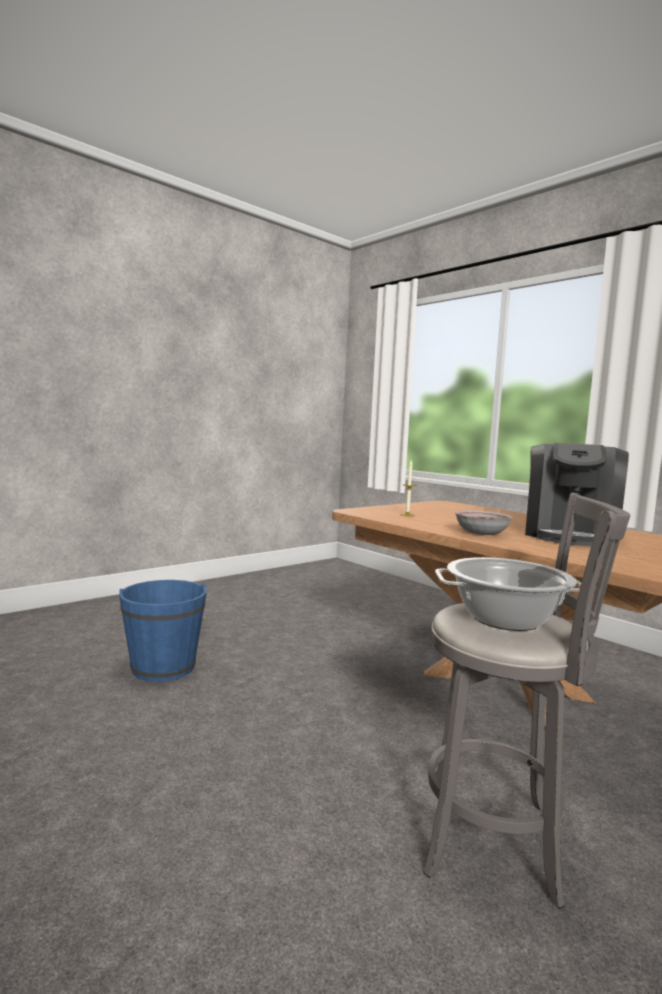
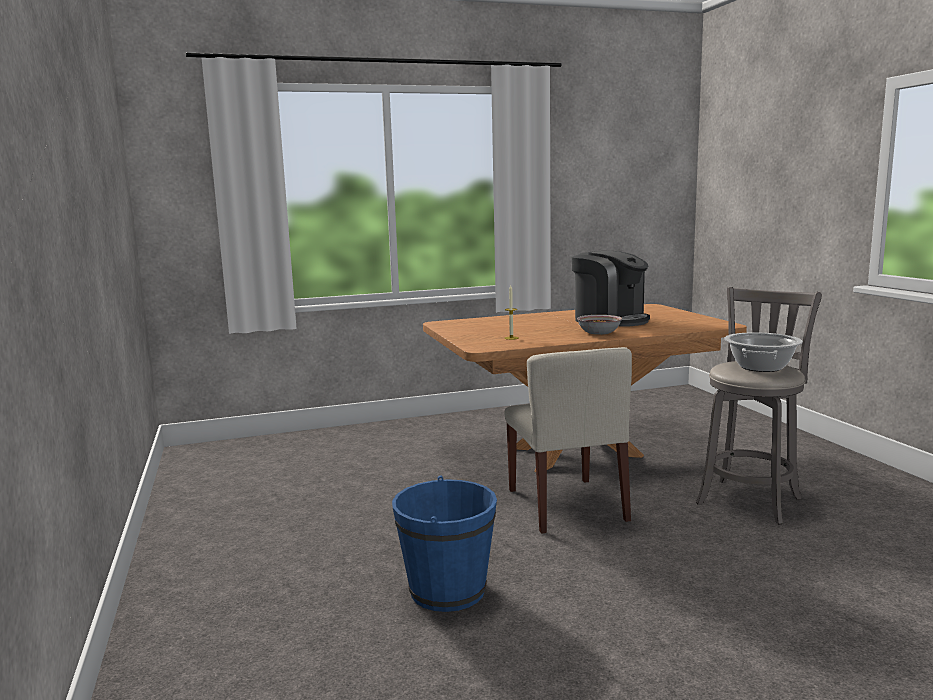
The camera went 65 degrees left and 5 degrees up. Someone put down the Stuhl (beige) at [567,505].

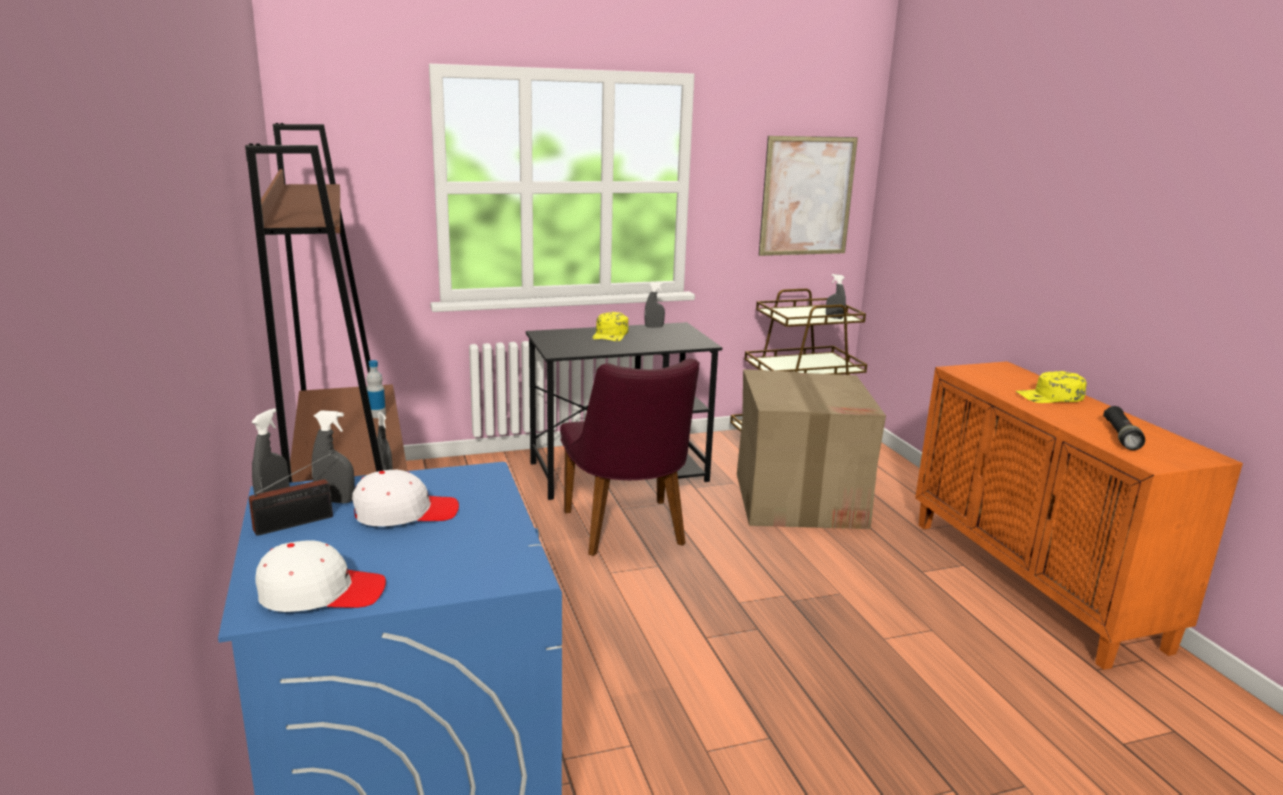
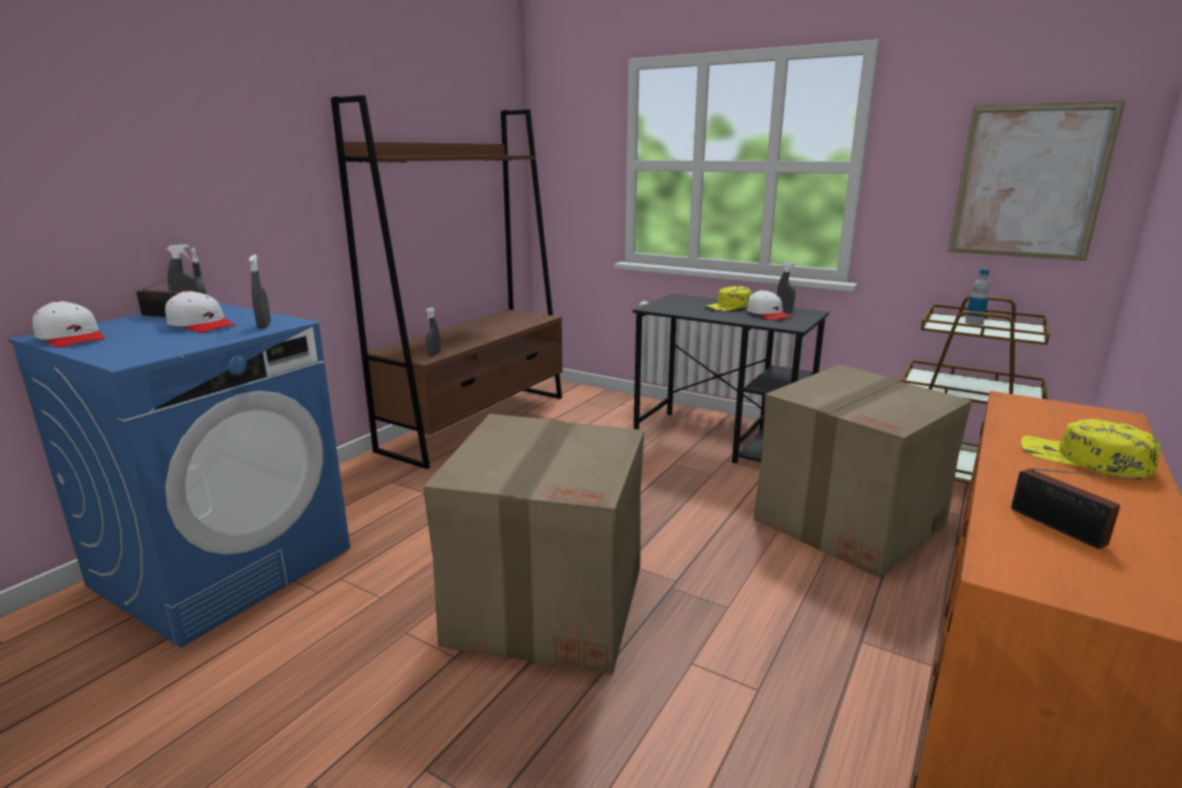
The camera went 50 degrees right and 0 degrees up. Someone carried the Sprühflasche (grau) from [834,318] to [264,326]. Someone took away the Stuhl (lila) at [628,533]. Someone carried the Flasche from [377,415] to [974,323]. Someone swapped the Taschenlampe (schwarz) at [1121,436] for the Radio at [1061,529]. Someone put down the Kappe (weiß) at [768,314]. Someone put down the Karton at [548,602].

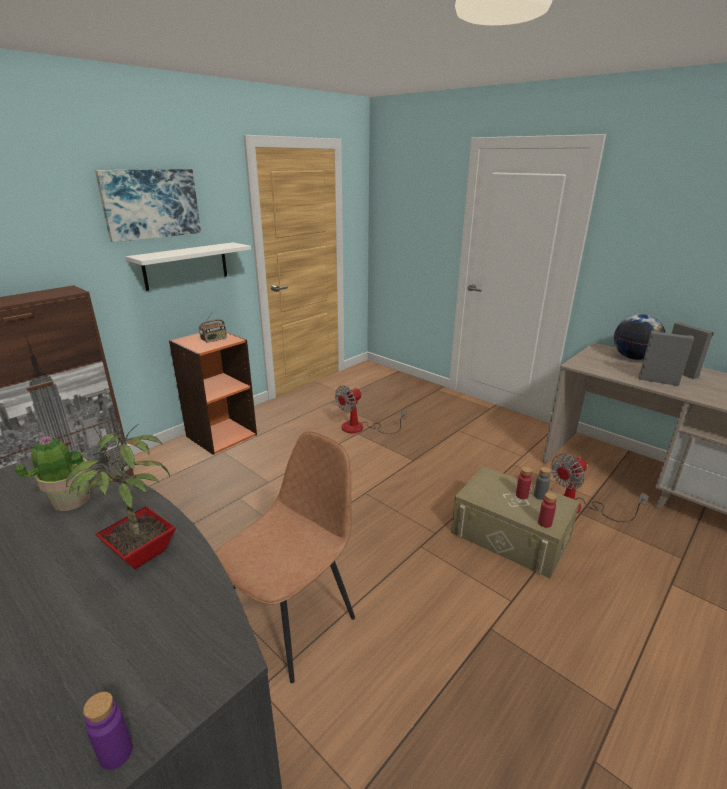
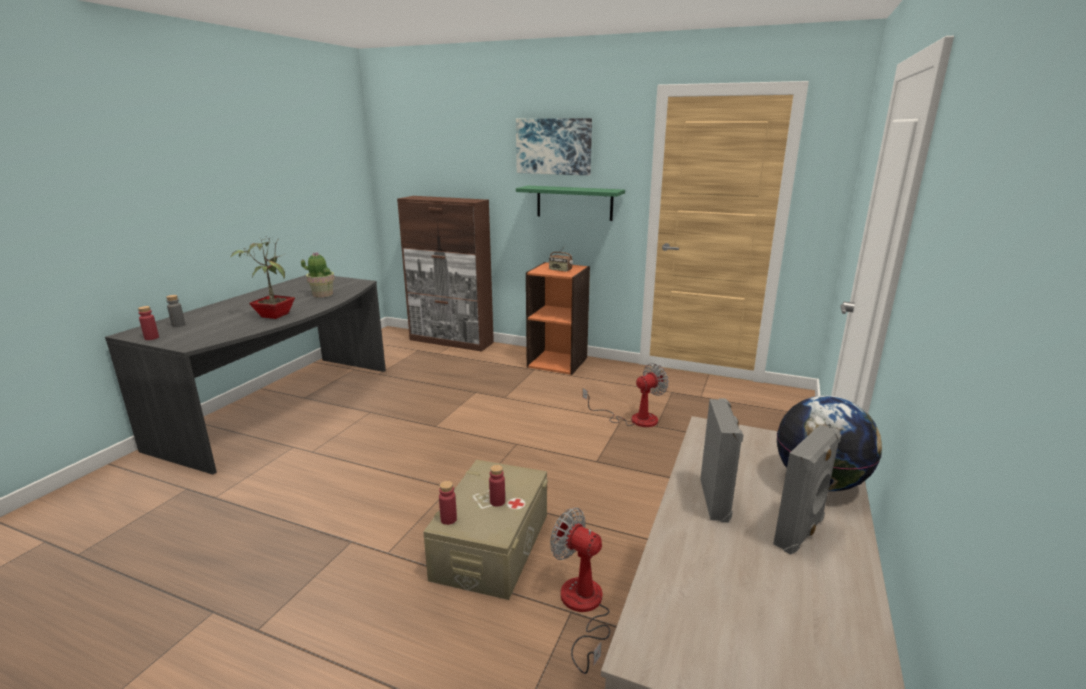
The camera went 70 degrees right and 5 degrees down. Someone repainted the Wandregal (weiß) at [186,266], which became the Wandregal (grün) at [574,203]. Someone rotated the Ventilator at [360,428] by 120 degrees clockwise. Someone took away the Stuhl (braun) at [292,618]. Someone carried the Flasche (grau) from [540,496] to [178,325]. Someone repainted the Flasche (lila) at [116,753], which became the Flasche (rot) at [151,338].

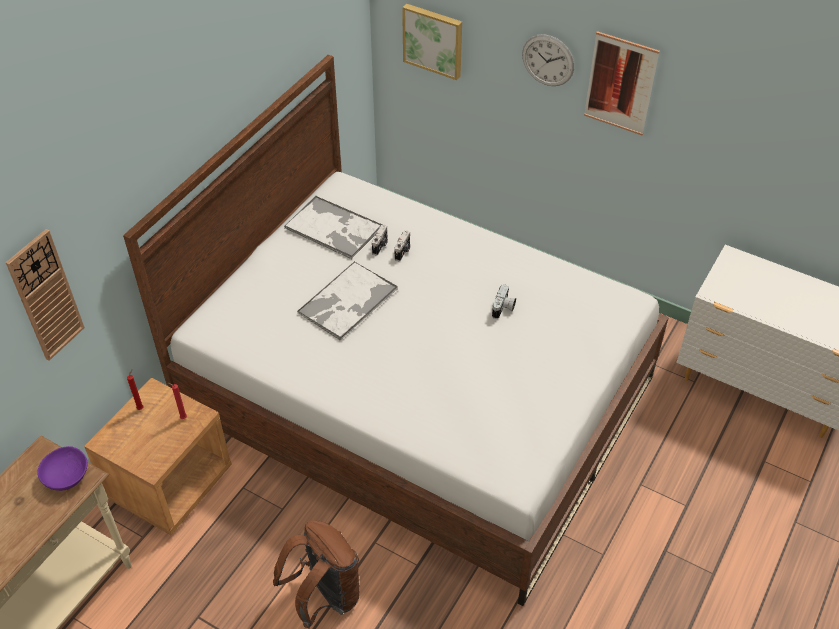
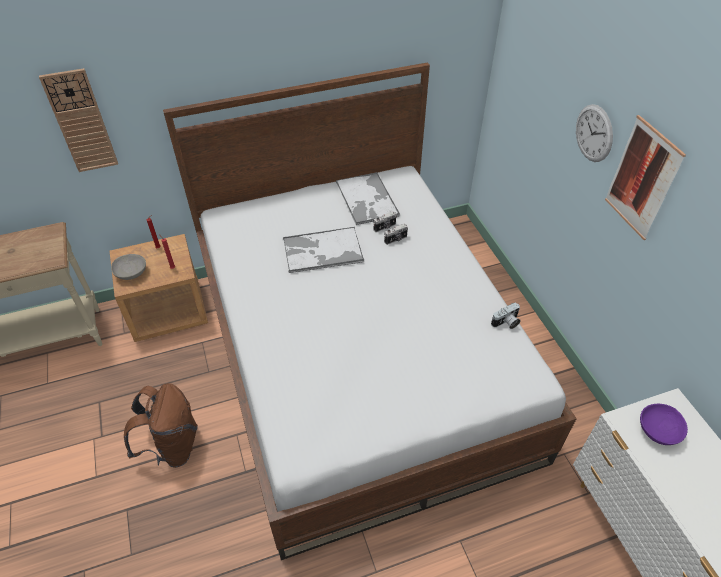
The camera went 40 degrees right and 0 degrees up. Someone took away the Bild at [433,40]. Someone carried the Kamera from [503,308] to [506,323]. Someone carried the Schüssel (lila) from [66,477] to [657,430]. Someone put down the Schüssel (grau) at [131,273].

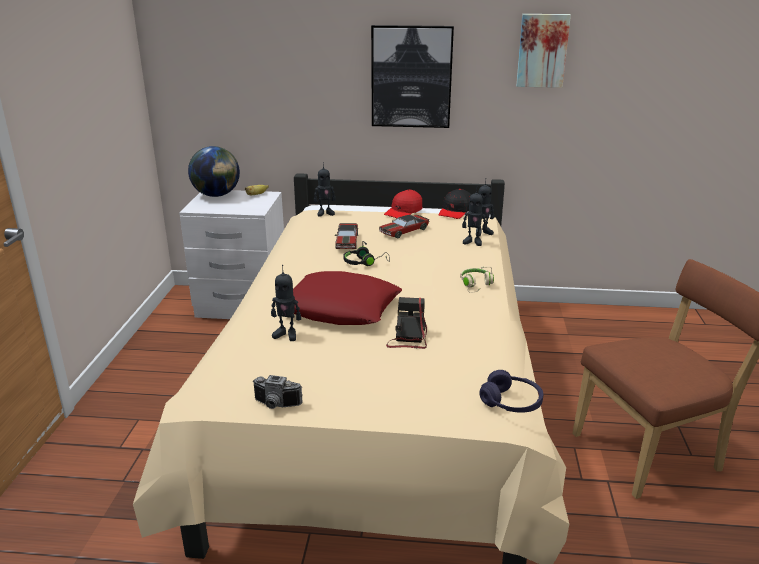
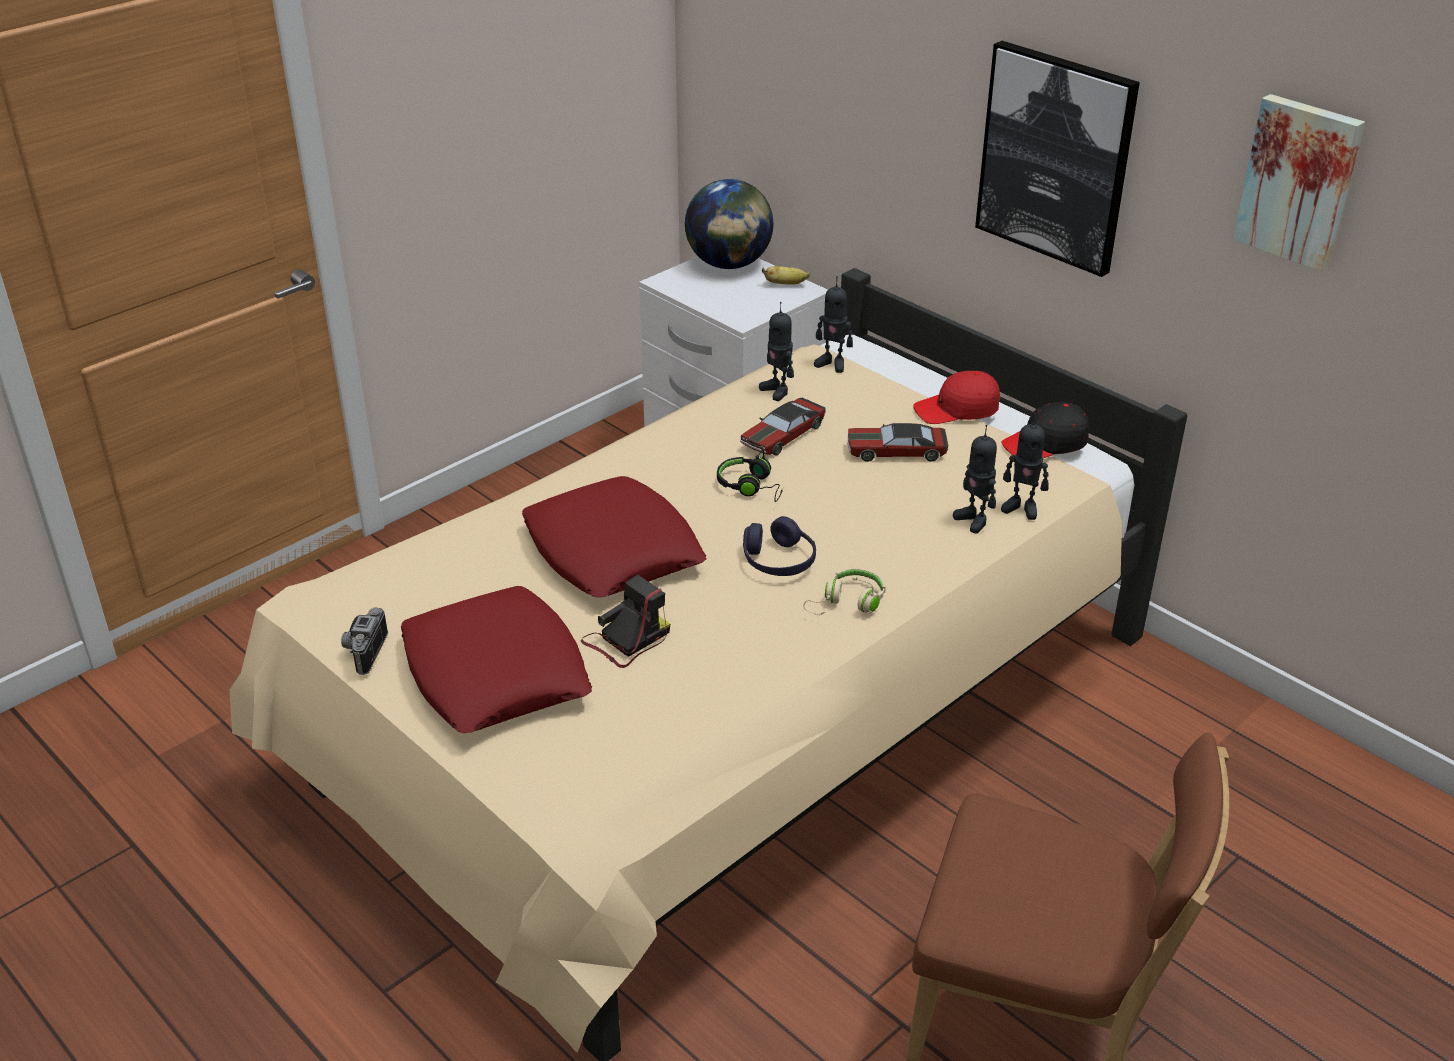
The camera went 40 degrees right and 10 degrees up. Someone carried the Spielzeugroboter from [286,334] to [777,391]. Someone carried the Kopfhörer (lila) from [511,402] to [778,561]. Someone rotated the Kamera at [275,405] by 45 degrees clockwise. Someone put down the Kissen (rot) at [496,673].

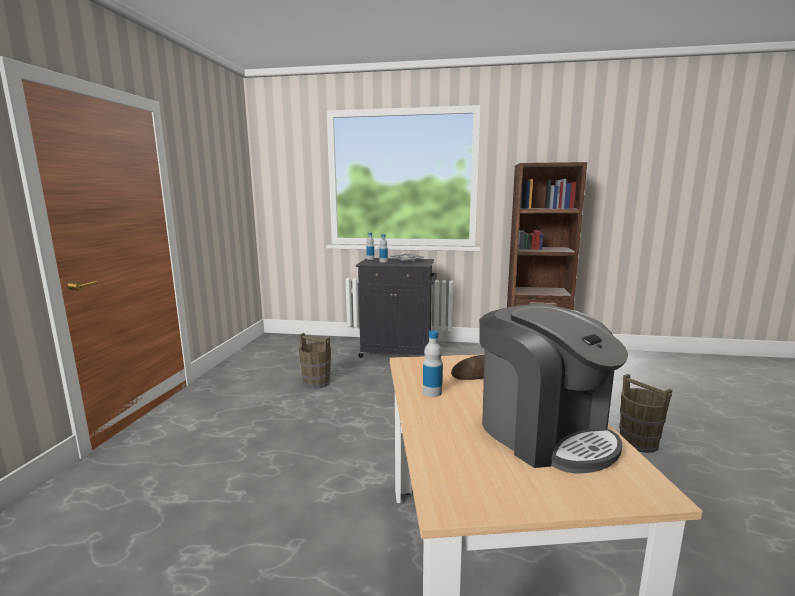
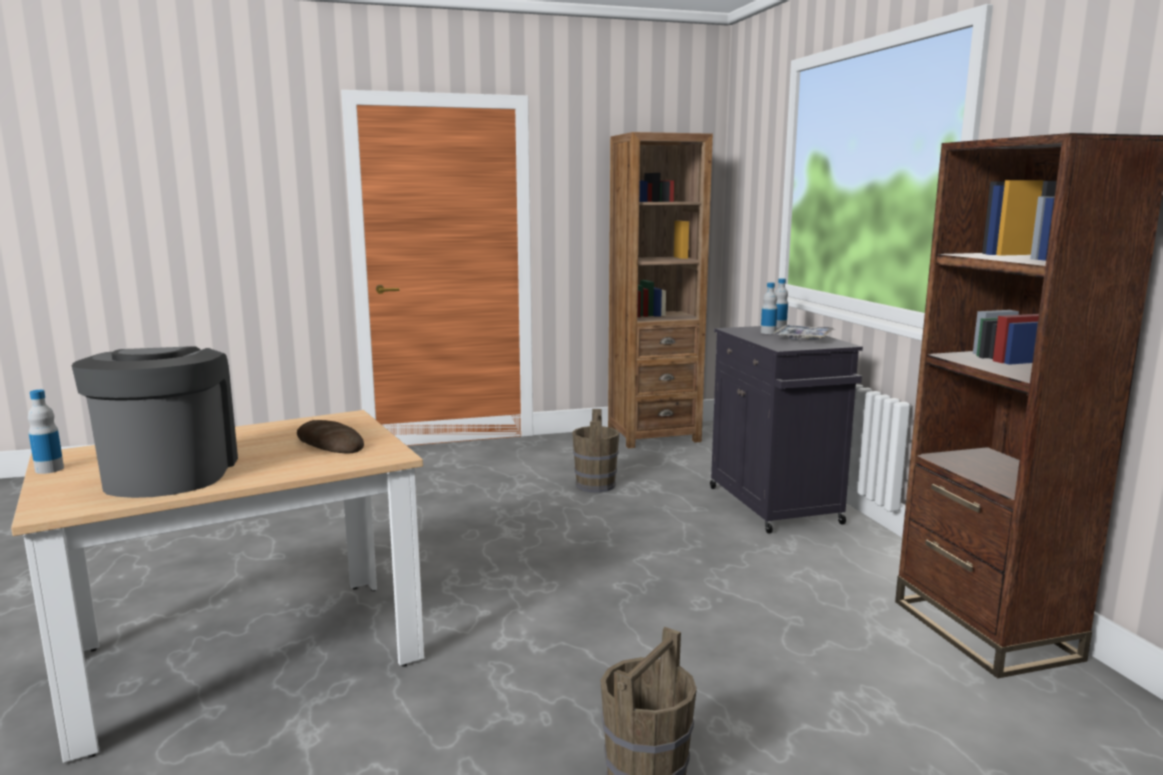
The camera went 65 degrees right and 0 degrees up. Someone rotated the Kaffeemaschine at [544,432] by 135 degrees clockwise. Someone carried the Flasche from [432,392] to [49,469]. Someone put down the Bücherregal (braun) at [653,435].

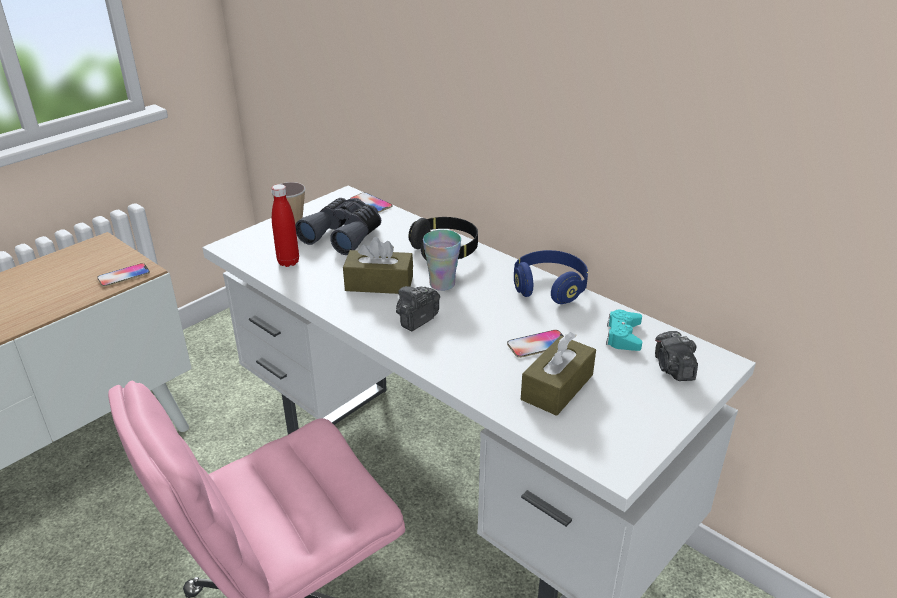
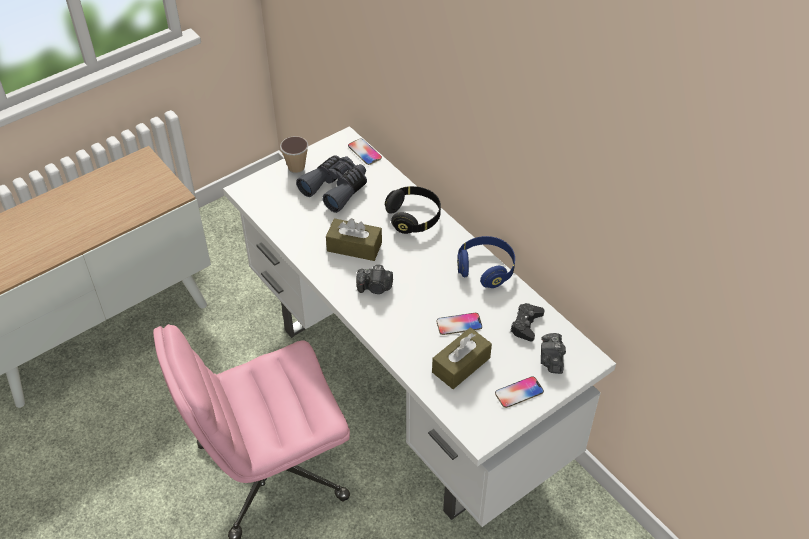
The camera went 10 degrees right and 15 degrees up. Someone took away the Flasche (rot) at [288,262]. Someone took away the Tasse at [442,284]. Someone carried the Handy from [124,276] to [519,392]. Someone rotated the Kamera at [416,319] by 135 degrees counterclockwise. Someone repainted the Gamepad (türkis) at [623,336], which became the Gamepad (schwarz) at [526,325].

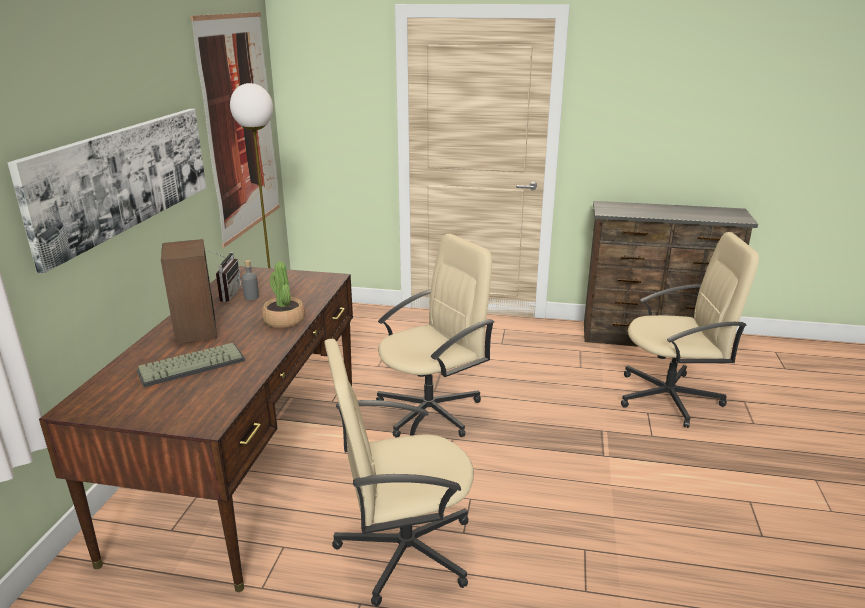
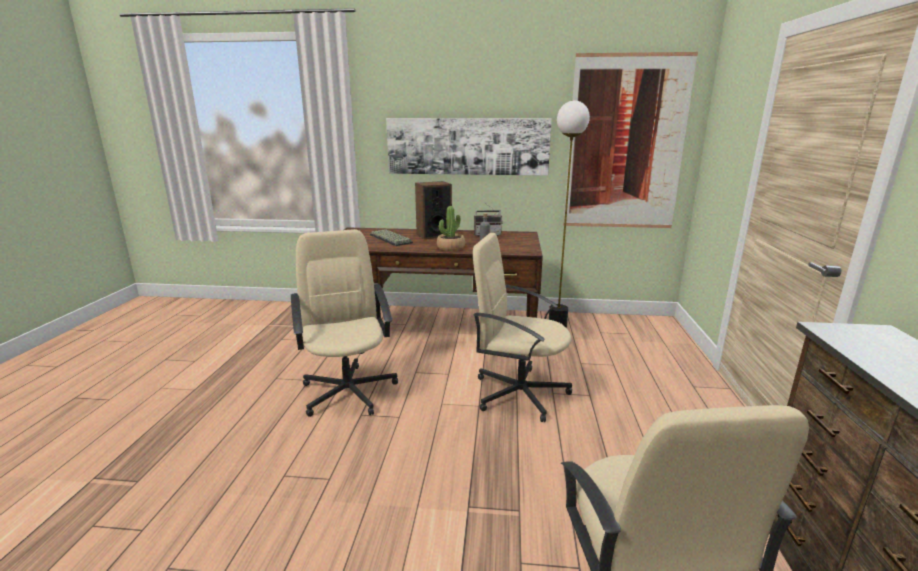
The camera went 85 degrees right and 5 degrees down. Someone rotated the Bürostuhl (beige) at [431,411] by 150 degrees clockwise.

